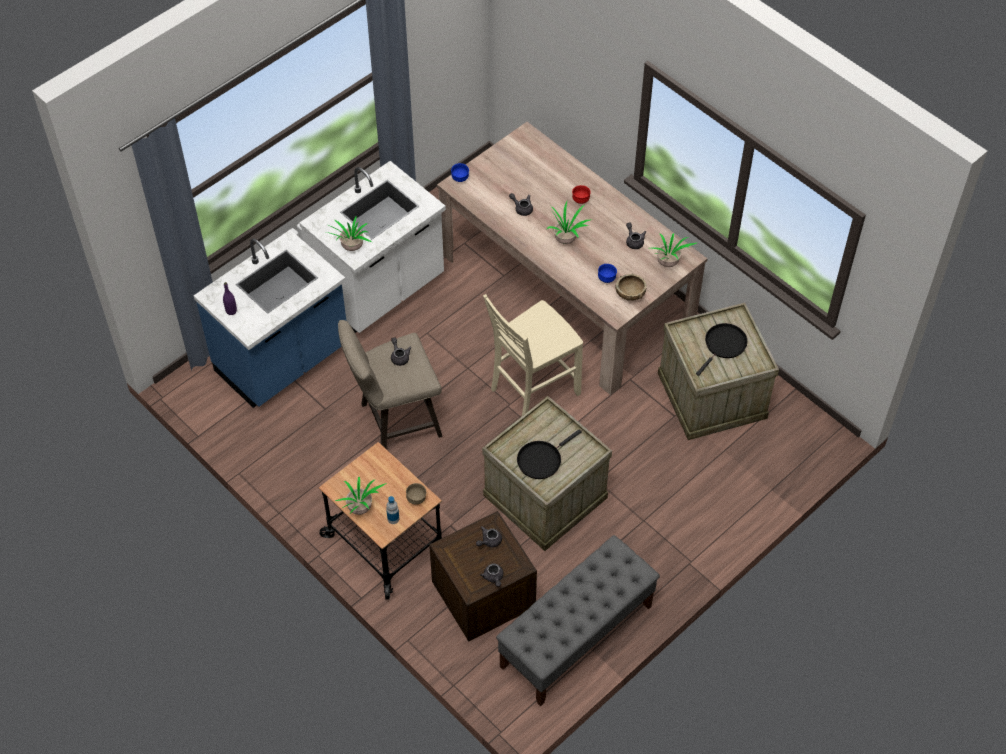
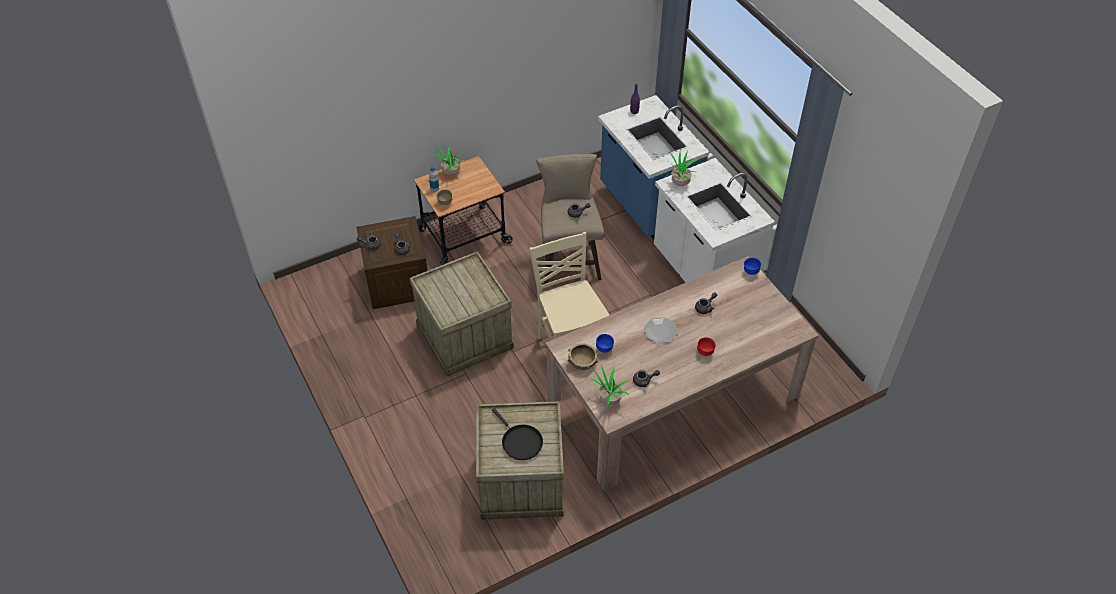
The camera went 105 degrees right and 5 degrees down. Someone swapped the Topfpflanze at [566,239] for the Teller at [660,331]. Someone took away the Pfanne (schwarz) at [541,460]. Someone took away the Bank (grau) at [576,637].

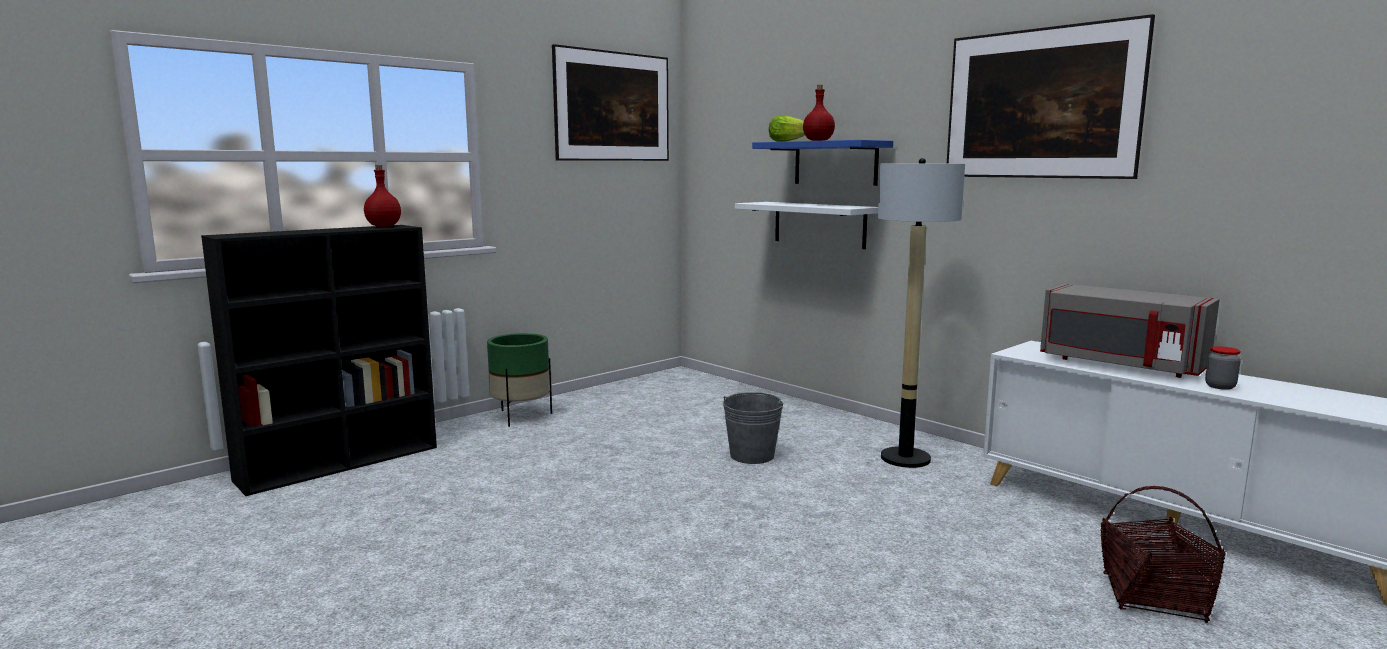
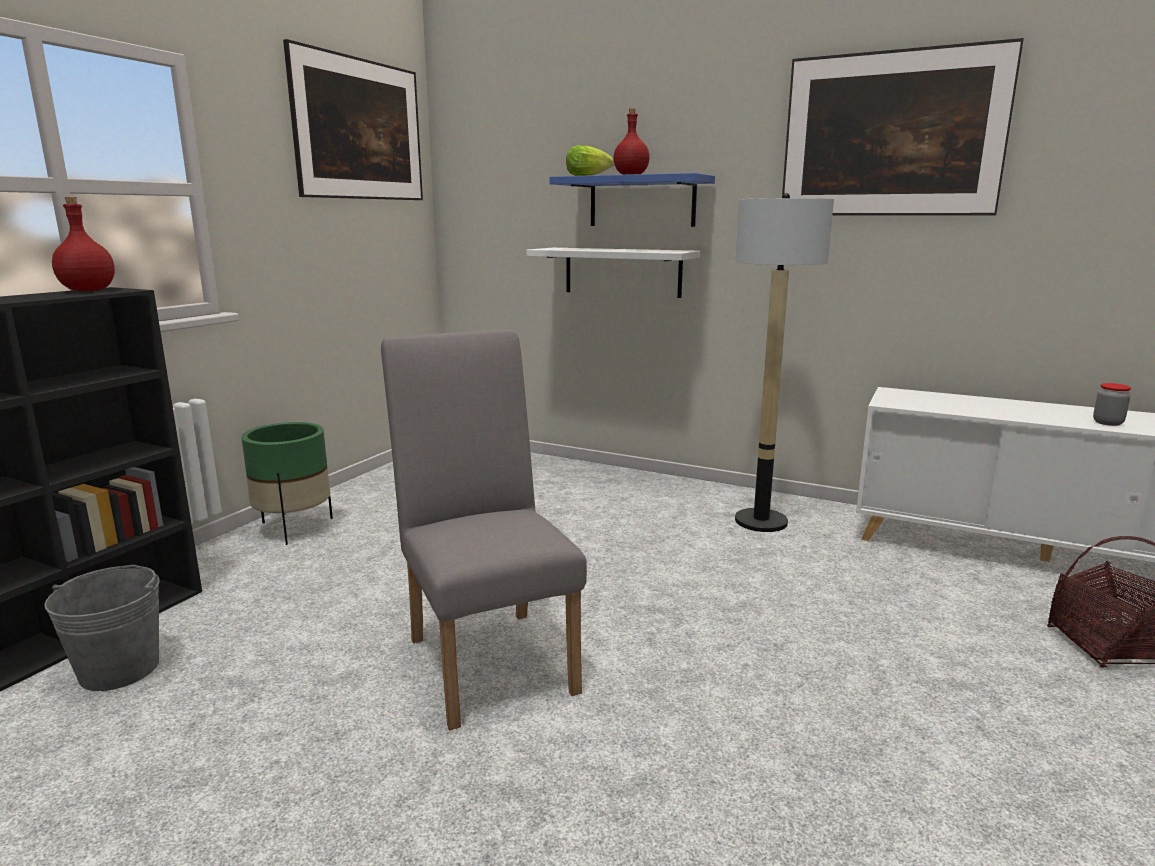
The camera went 20 degrees left and 5 degrees up. Someone took away the Mikrowelle (grau) at [1119,364]. Someone carried the Eimer (grau) from [752,455] to [120,669]. Someone put down the Stuhl (grau) at [488,656].

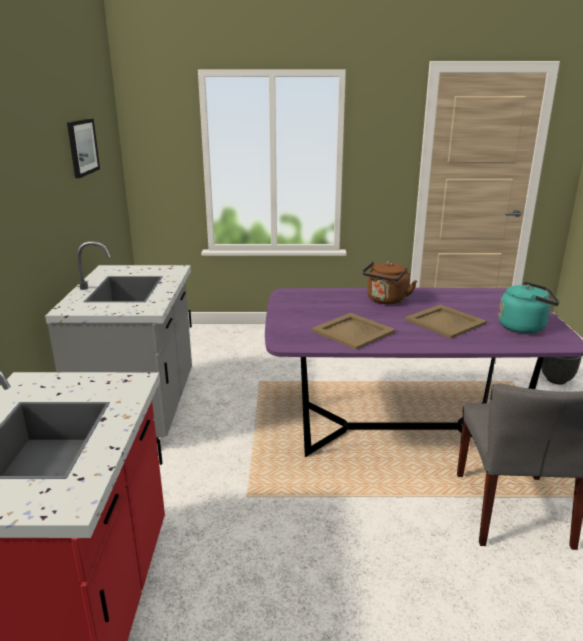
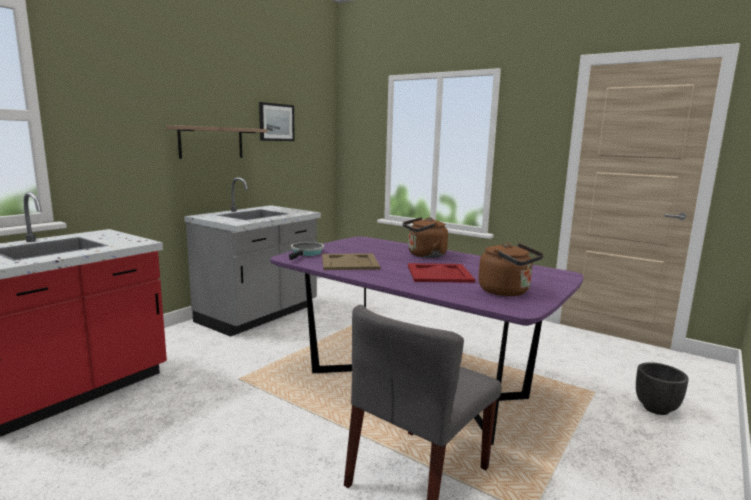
The camera went 35 degrees right and 10 degrees down. Someone repainted the Wasserkessel (türkis) at [524,327], which became the Wasserkessel (braun) at [507,292]. Someone repainted the Tablett (beige) at [445,321], which became the Tablett (rot) at [440,273]. Someone put up the Wandregal at [211,142]. Someone put down the Pfanne at [306,253].

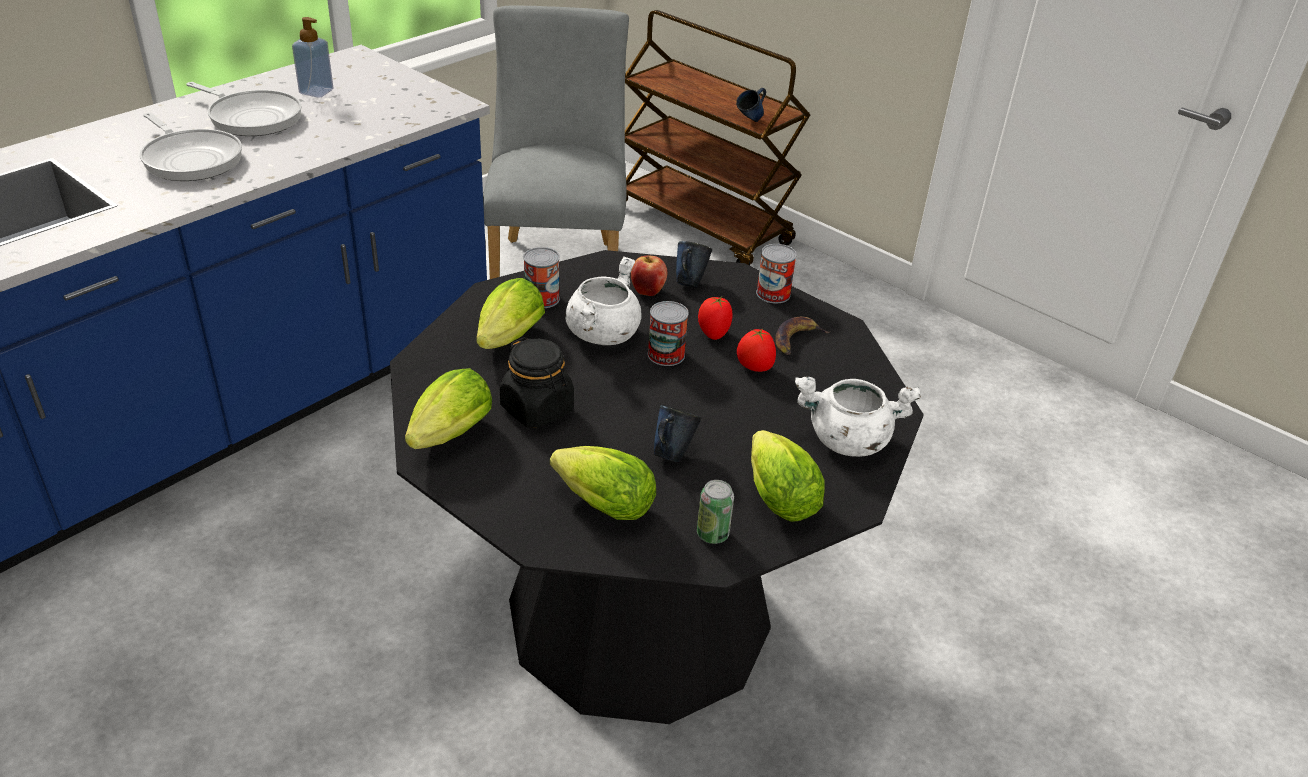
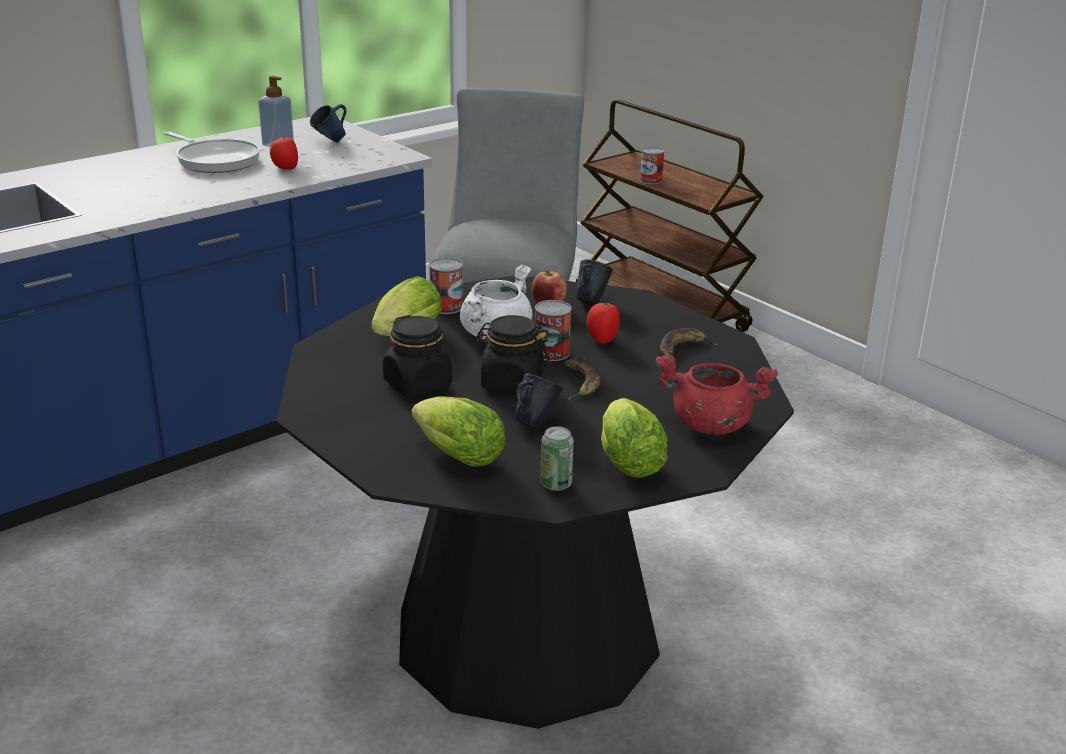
The camera went 10 degrees right and 10 degrees down. Someone carried the Henkelbecher (blau) from [750,122] to [330,142]. Someone took away the Pfanne at [191,159]. Someone carried the Dose from [773,294] to [651,180]. Someone carried the Tomate from [754,368] to [285,169]. Someone took away the Salatkopf at [447,438]. Someone repainted the Kochtopf (weiß) at [847,441], which became the Kochtopf (rot) at [710,425]. Someone put down the Vorratsglas (schwarz) at [511,384]. Someone put down the Banane at [580,382].

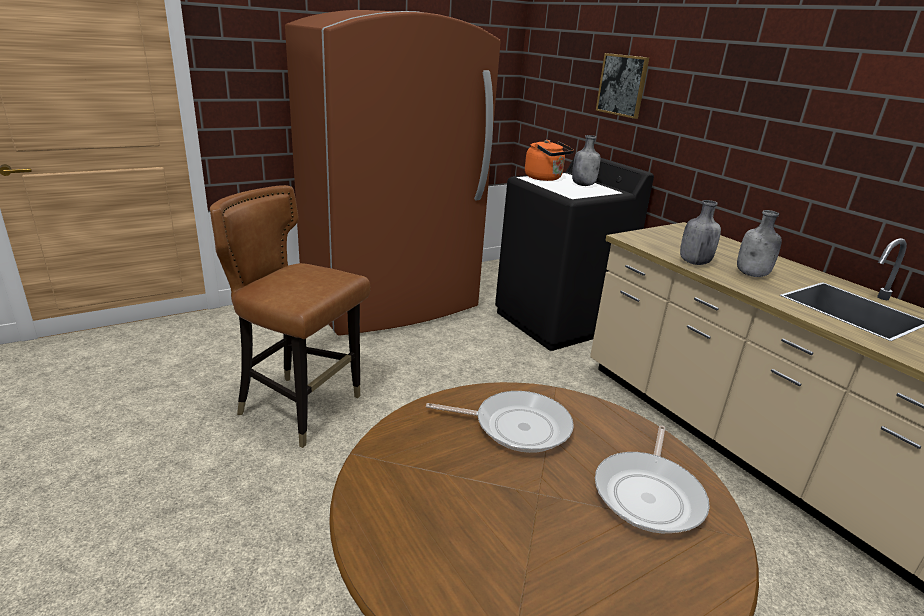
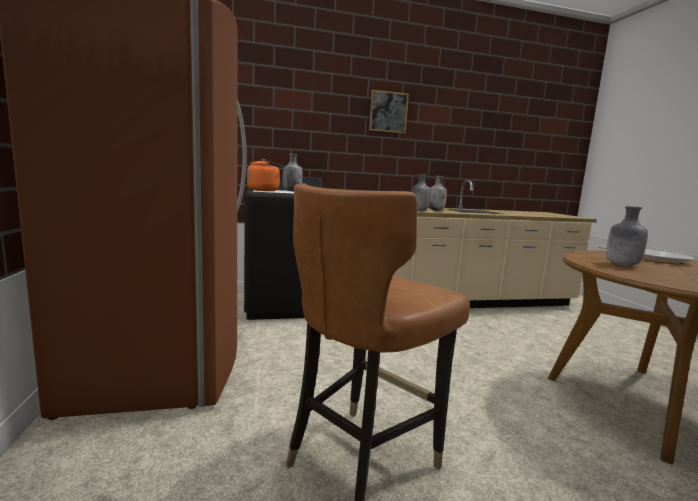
The camera went 70 degrees left and 15 degrees down. Someone carried the Bild from [622,85] to [388,112]. Someone swapped the Pfanne at [516,426] for the Flasche (grau) at [621,265].

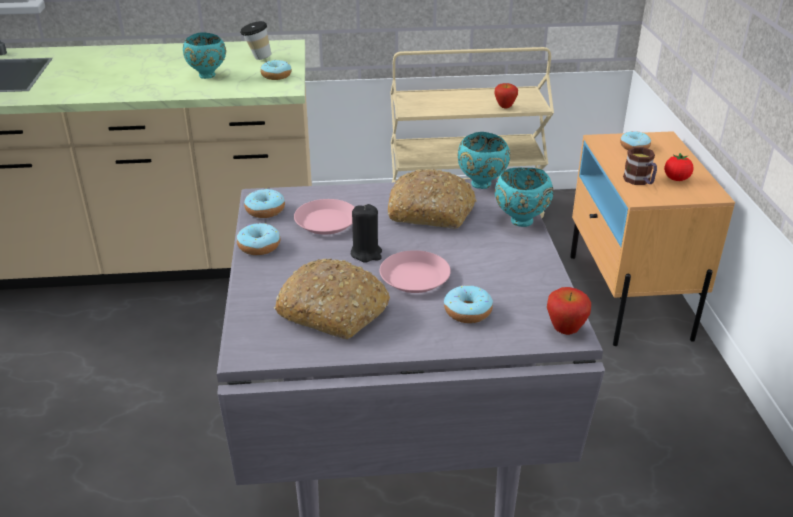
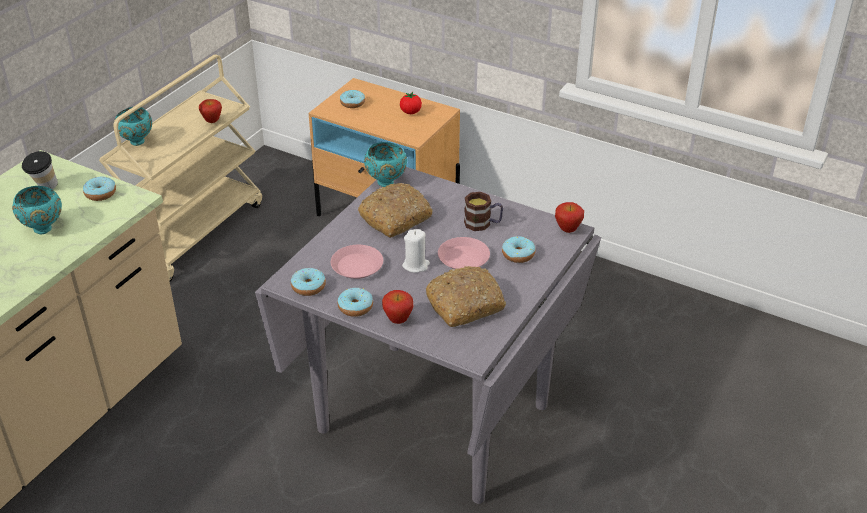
The camera went 55 degrees left and 5 degrees up. Someone carried the Henkelbecher from [640,181] to [483,224]. Someone carried the Schüssel (türkis) from [520,222] to [137,142]. Someone repainted the Kerze (schwarz) at [366,253], which became the Kerze (weiß) at [416,265]. Someone put down the Apfel at [398,320].

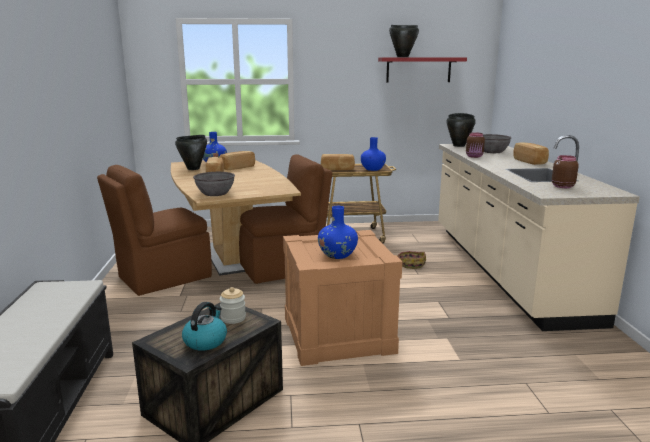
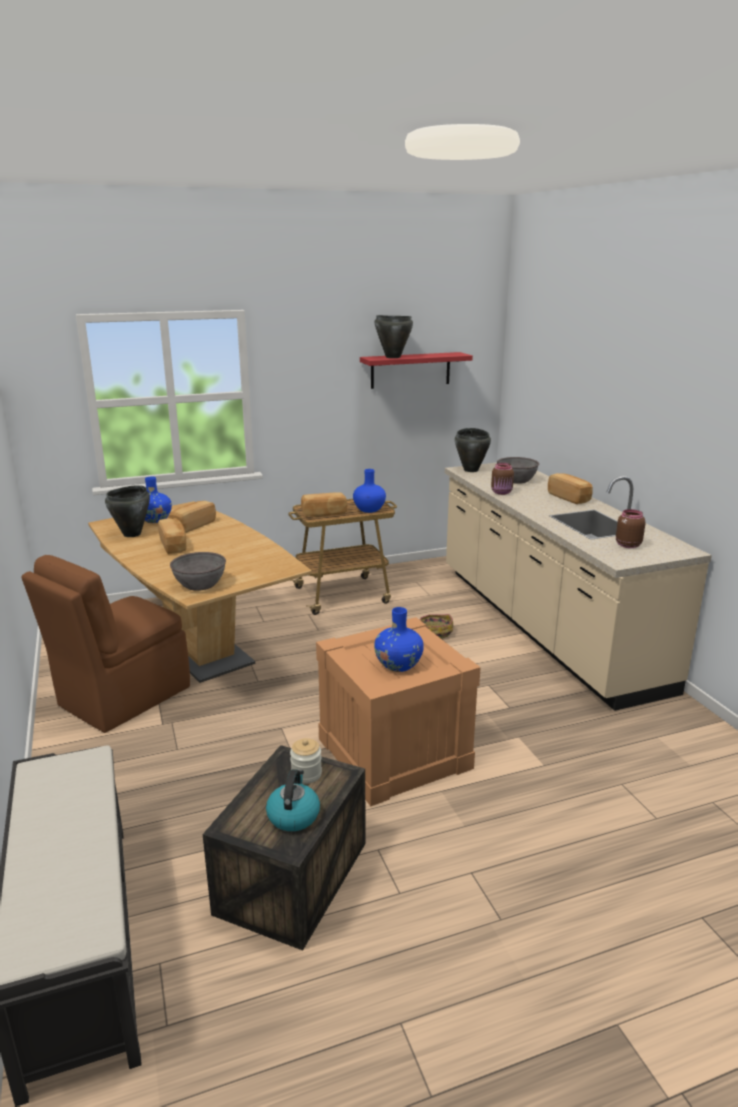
The camera went 15 degrees left and 5 degrees up. Someone took away the Stuhl (braun) at [284,268].

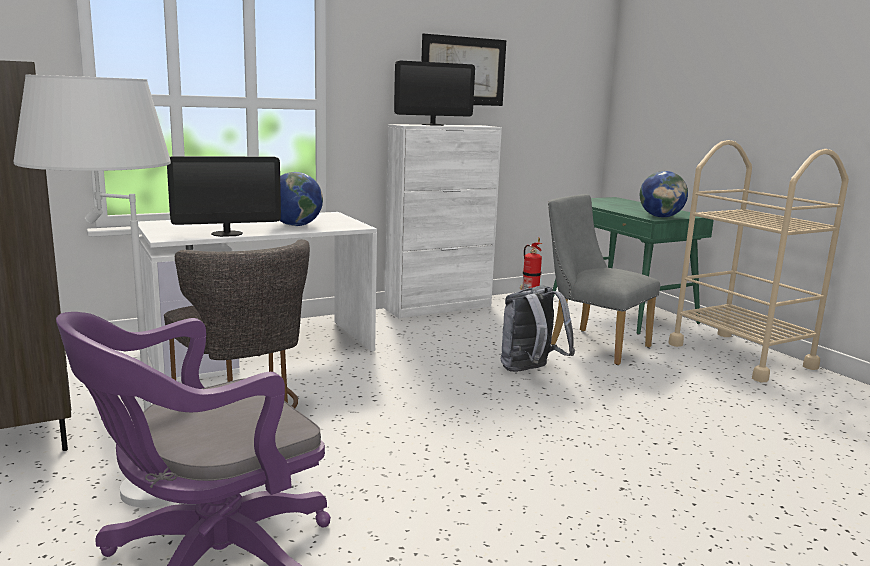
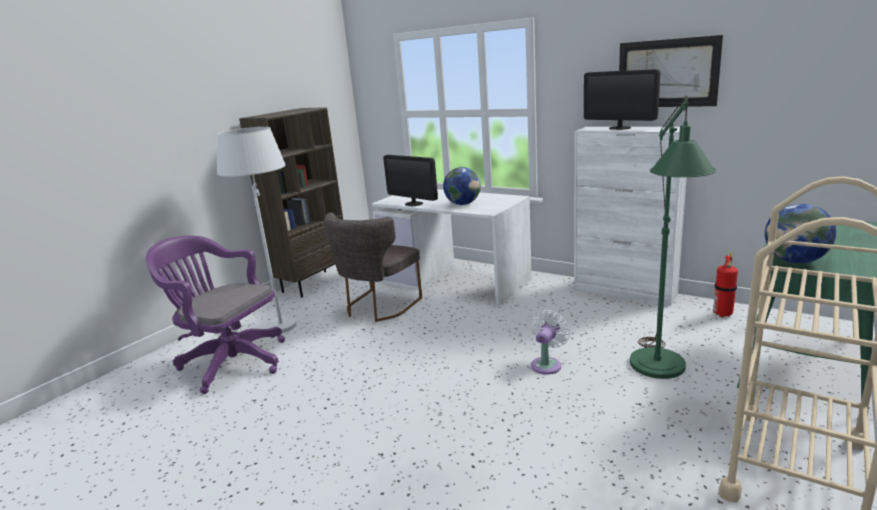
The camera went 65 degrees right and 5 degrees up. Someone swapped the Stuhl (grau) at [592,344] for the Stehlampe (grün) at [659,372]. Someone swapped the Rucksack (grau) at [530,371] for the Ventilator (weiß) at [547,364].

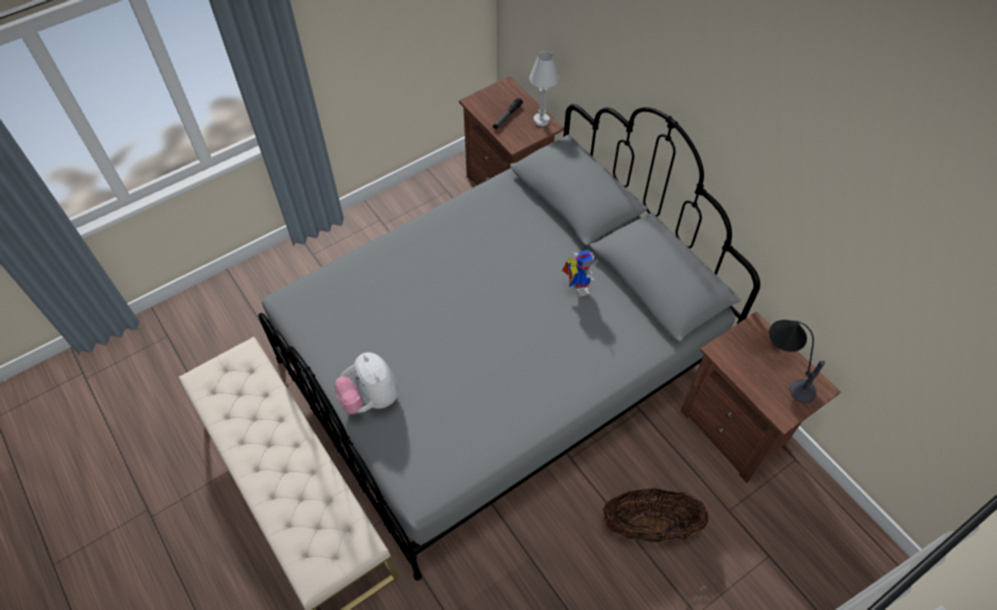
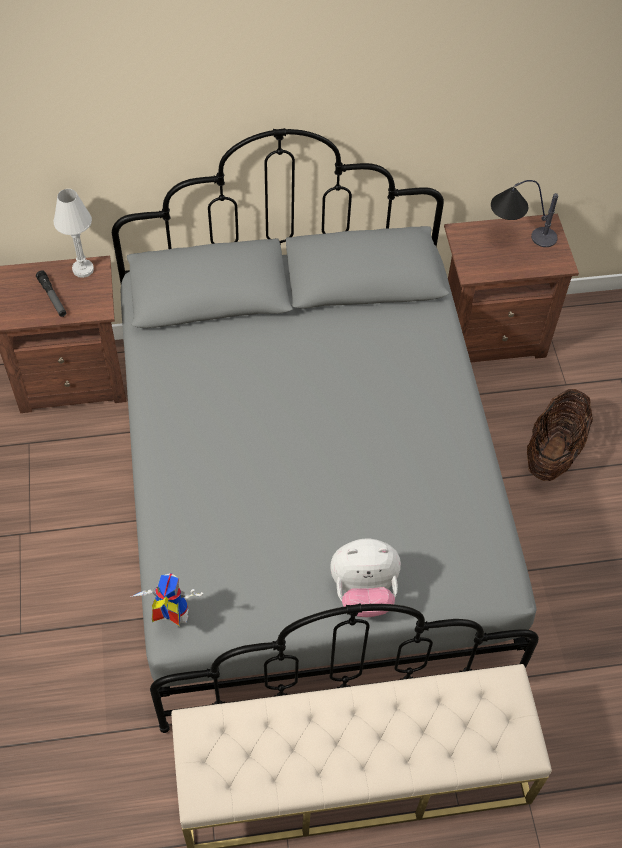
The camera went 65 degrees left and 0 degrees up. Someone carried the Spielzeugroboter from [575,286] to [168,618].

